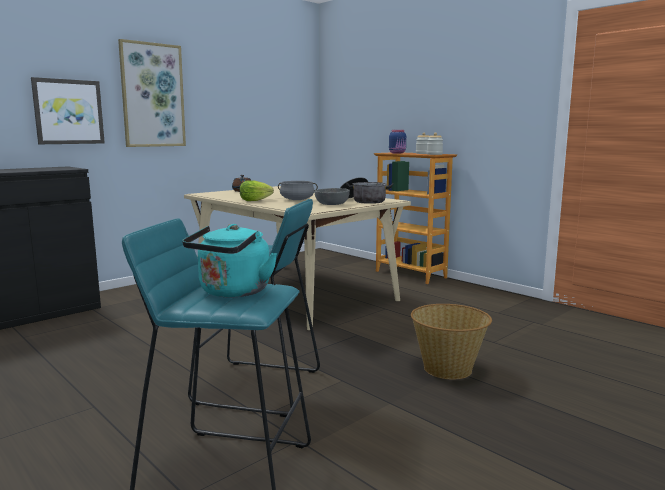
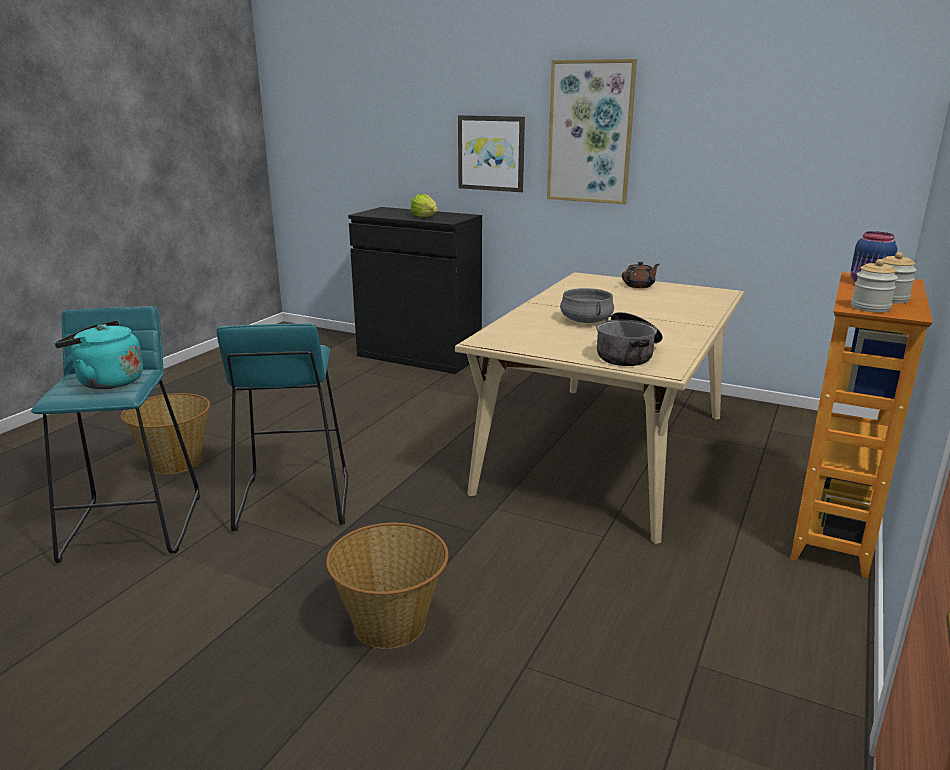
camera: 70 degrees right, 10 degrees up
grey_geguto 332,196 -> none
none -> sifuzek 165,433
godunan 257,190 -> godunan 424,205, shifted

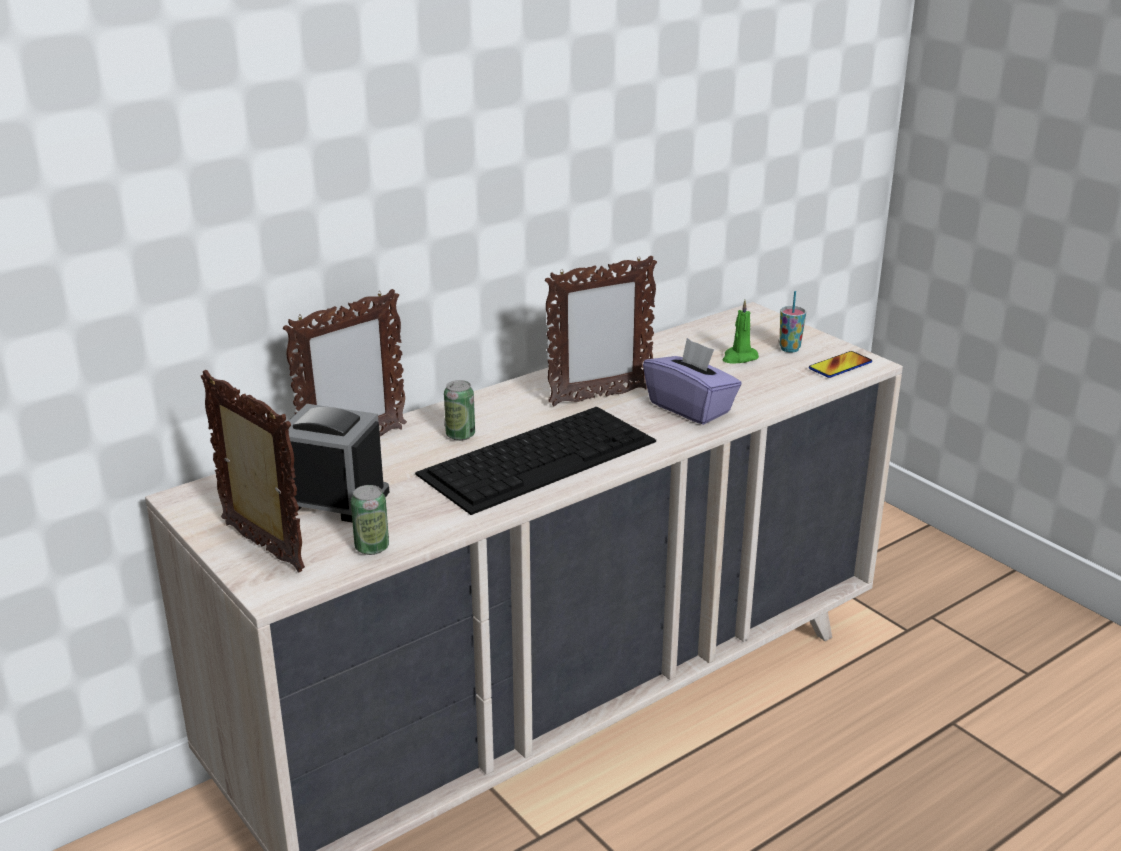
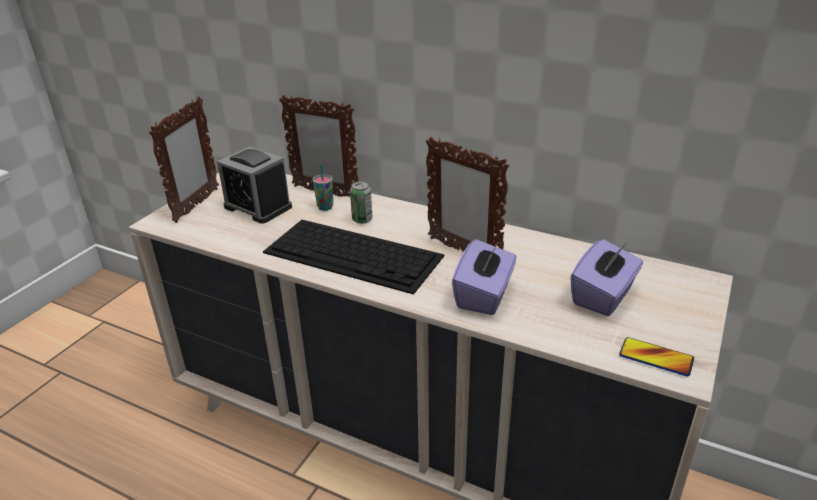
camera: 65 degrees right, 5 degrees up
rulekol 370,520 -> none
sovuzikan 793,322 -> sovuzikan 323,187, shifted
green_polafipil 741,332 -> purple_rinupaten 606,277
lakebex 337,463 -> lakebex 254,185, 135 degrees clockwise

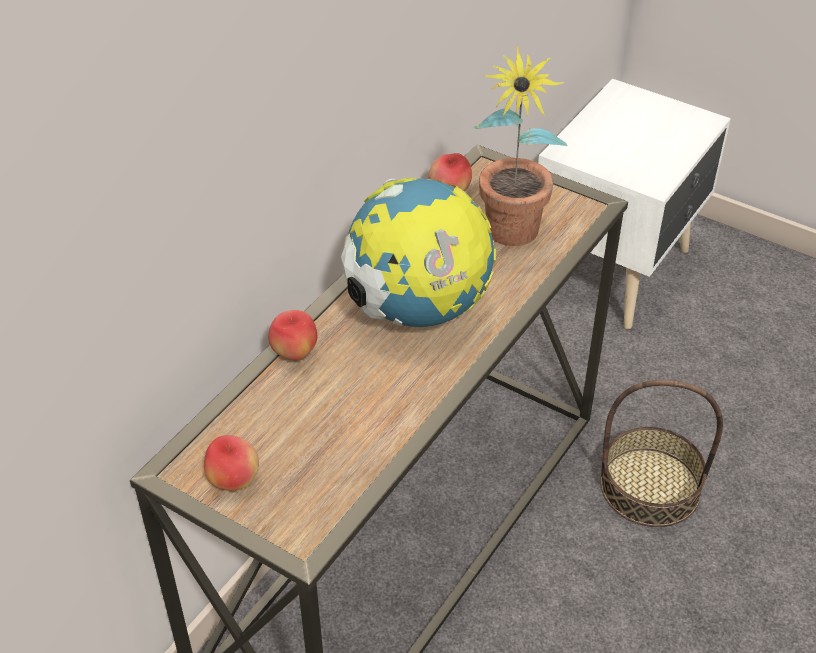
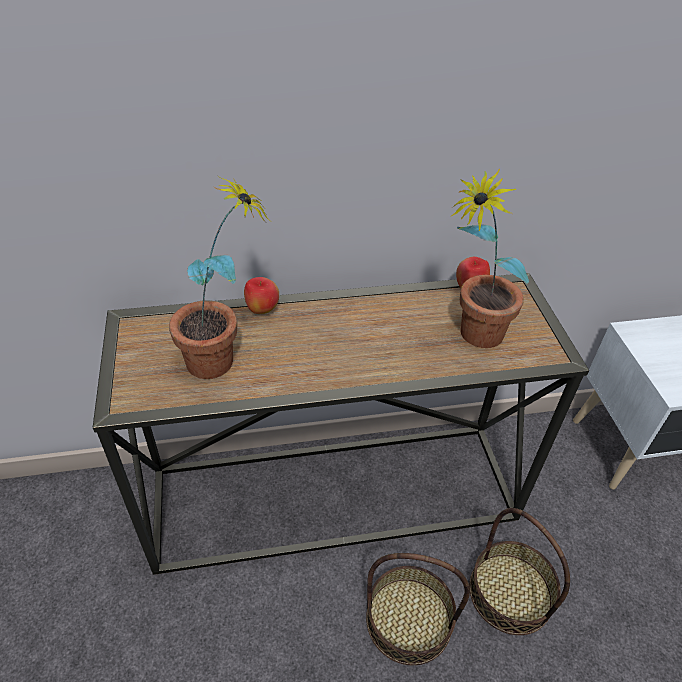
camera: 45 degrees right, 0 degrees up
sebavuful 231,463 -> none
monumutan 418,252 -> none
none -> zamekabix 219,277
none -> sifuzek 418,609

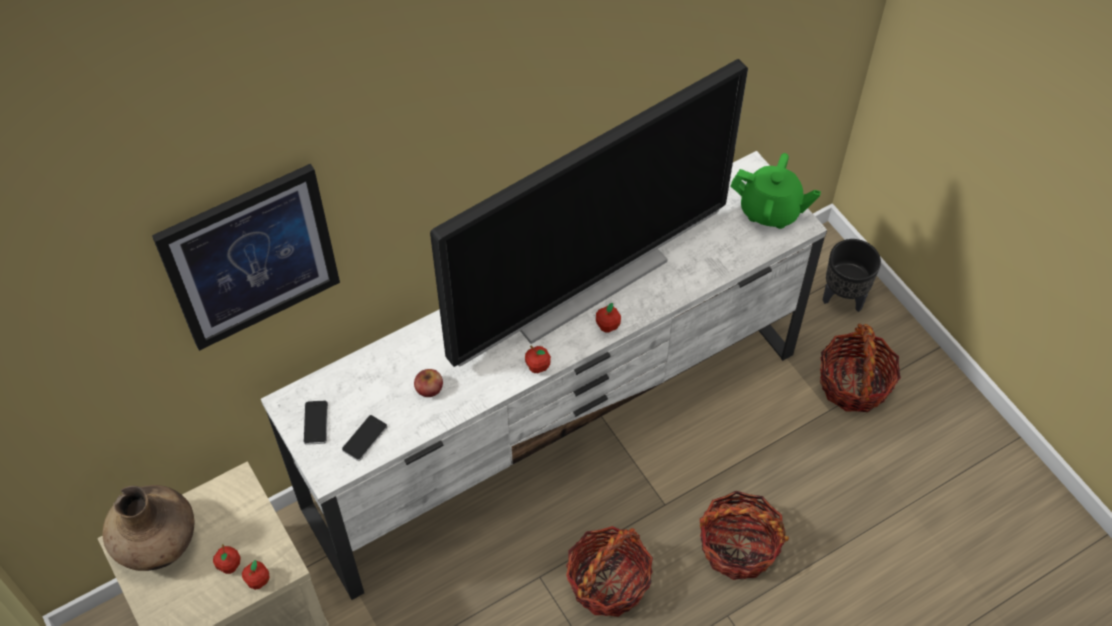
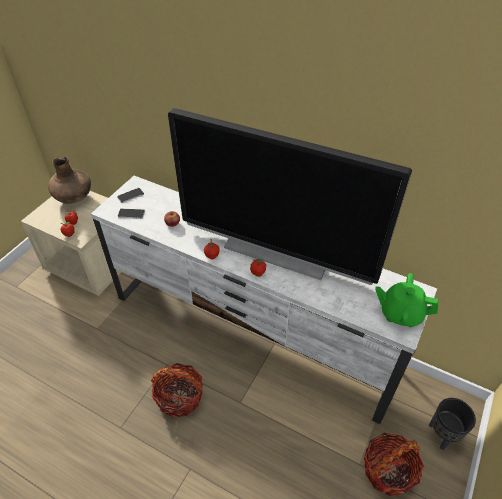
camera: 60 degrees right, 10 degrees down
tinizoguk 246,257 -> none
sifuzek 744,535 -> none
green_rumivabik 775,191 -> green_rumivabik 406,300, 120 degrees clockwise

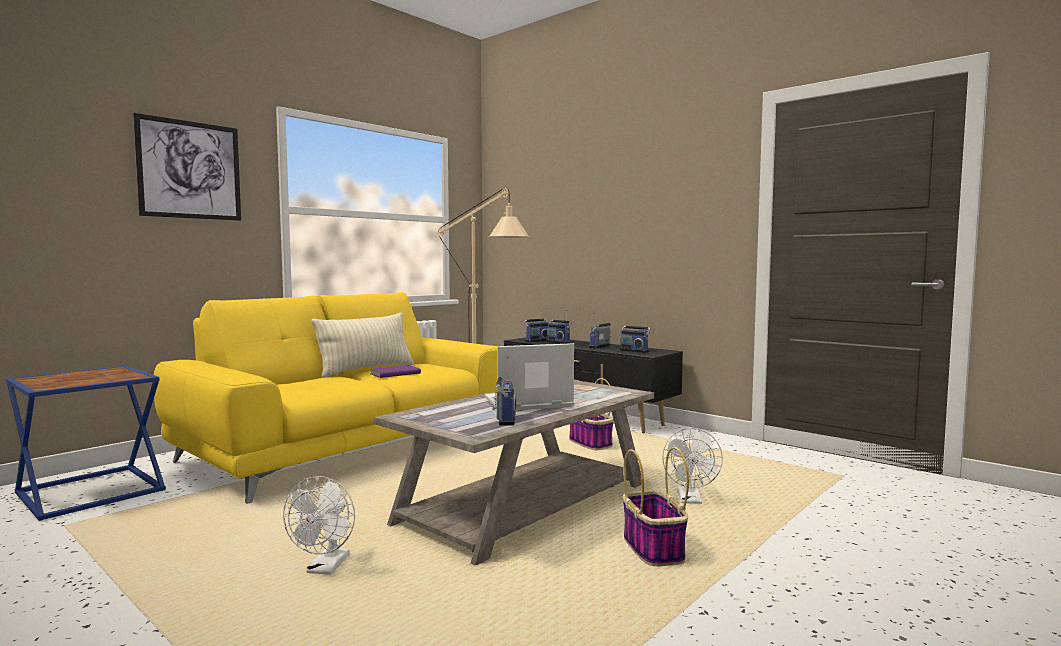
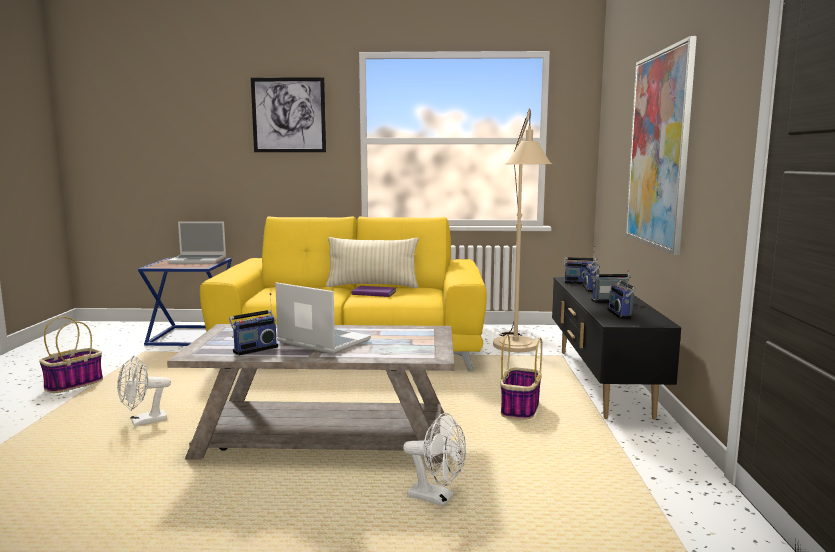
camera: 50 degrees right, 5 degrees up
none -> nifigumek 196,243
none -> tinizoguk 661,145
sifuzek 656,506 -> sifuzek 71,355, shifted
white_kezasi 692,466 -> white_kezasi 434,459, 120 degrees counterclockwise

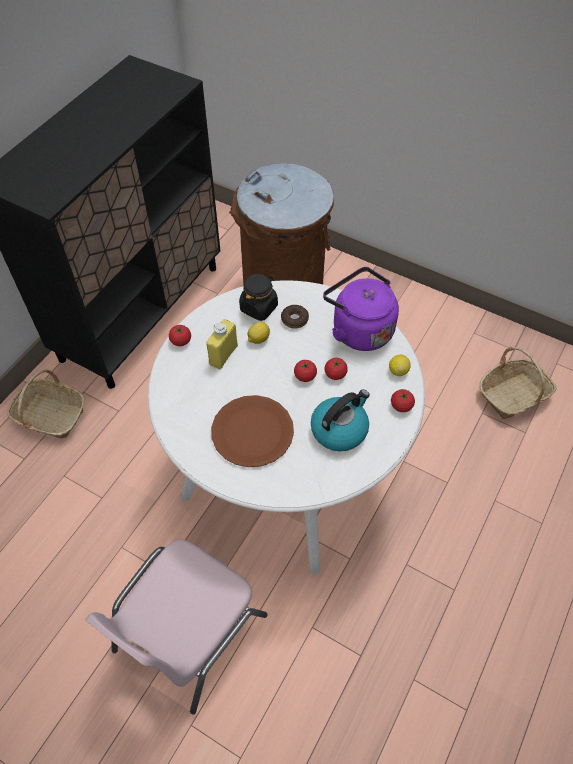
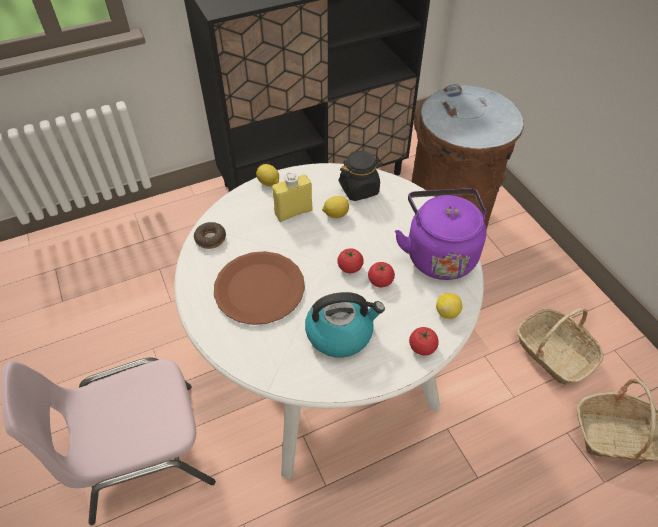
camera: 35 degrees right, 5 degrees down
sifuzek 46,404 -> sifuzek 560,346, shifted
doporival 295,317 -> doporival 210,235, shifted
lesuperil 180,335 -> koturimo 267,175

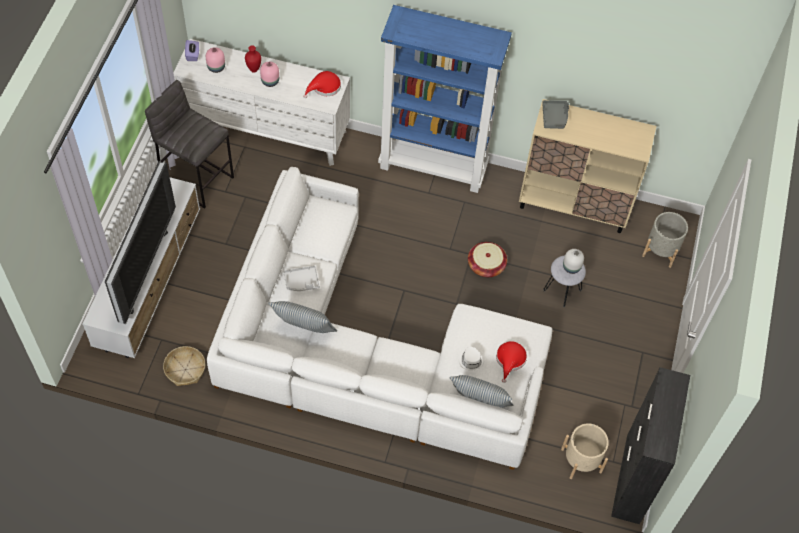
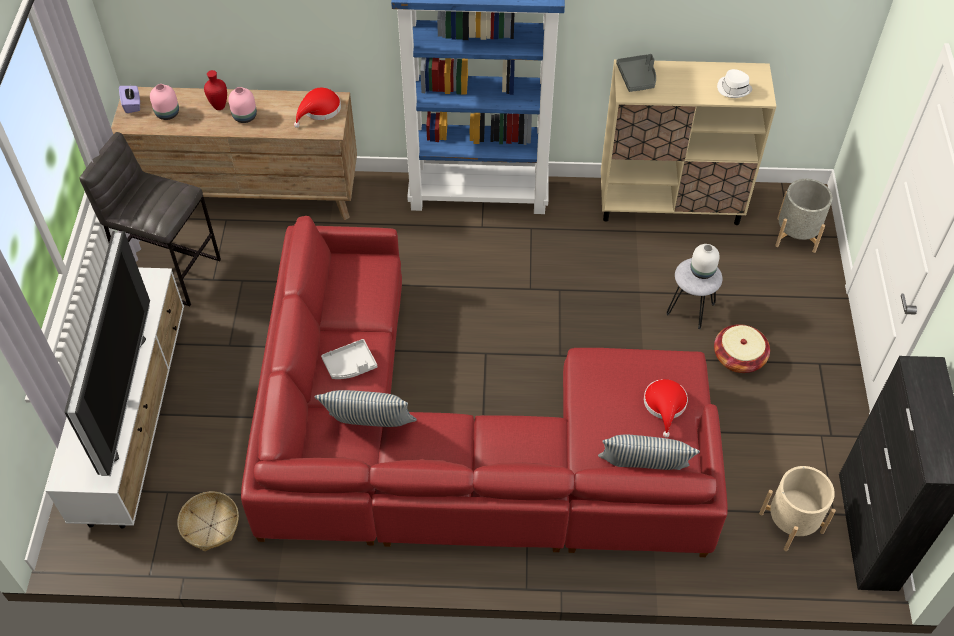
camera: 10 degrees left, 5 degrees down
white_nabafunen 471,358 -> white_nabafunen 734,83, shifted
sifuzek 487,259 -> sifuzek 742,348, shifted
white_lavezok 261,102 -> brown_lavezok 234,153
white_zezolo 380,318 -> red_zezolo 484,386

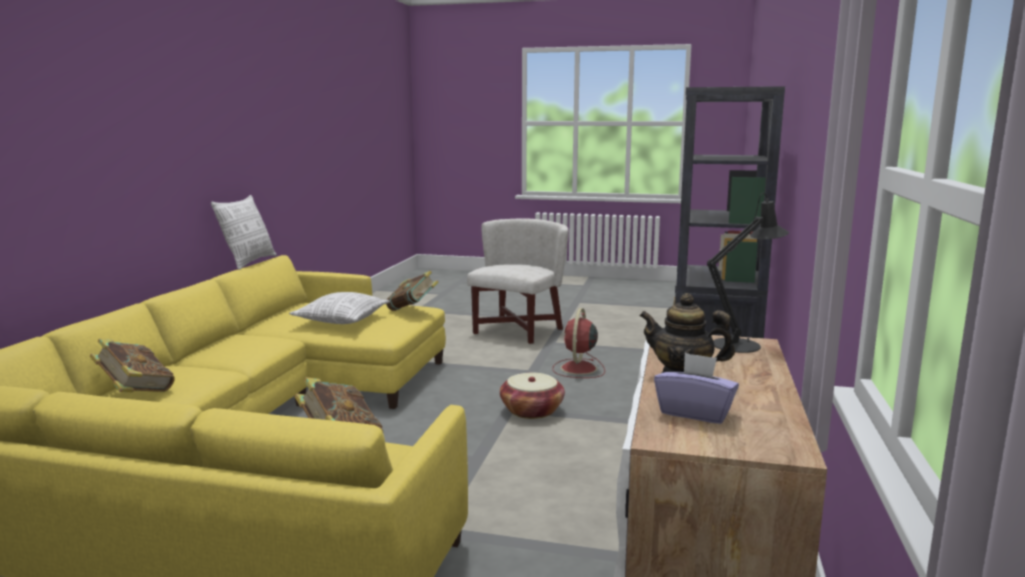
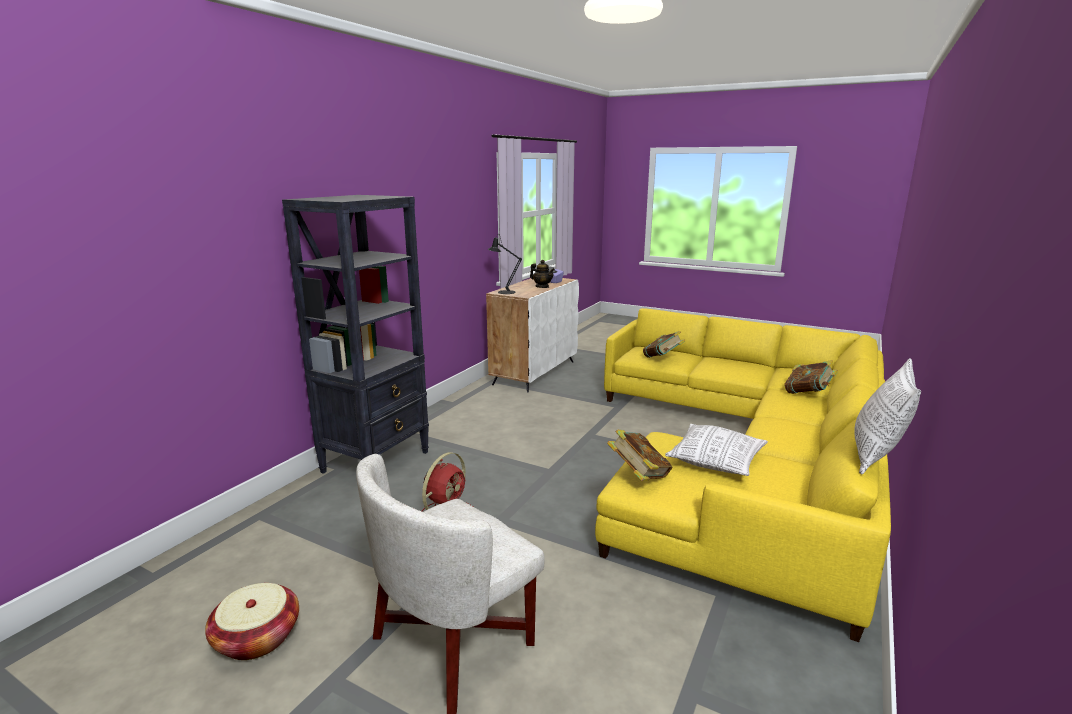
camera: 165 degrees left, 5 degrees up
sifuzek 532,396 -> sifuzek 252,621, shifted

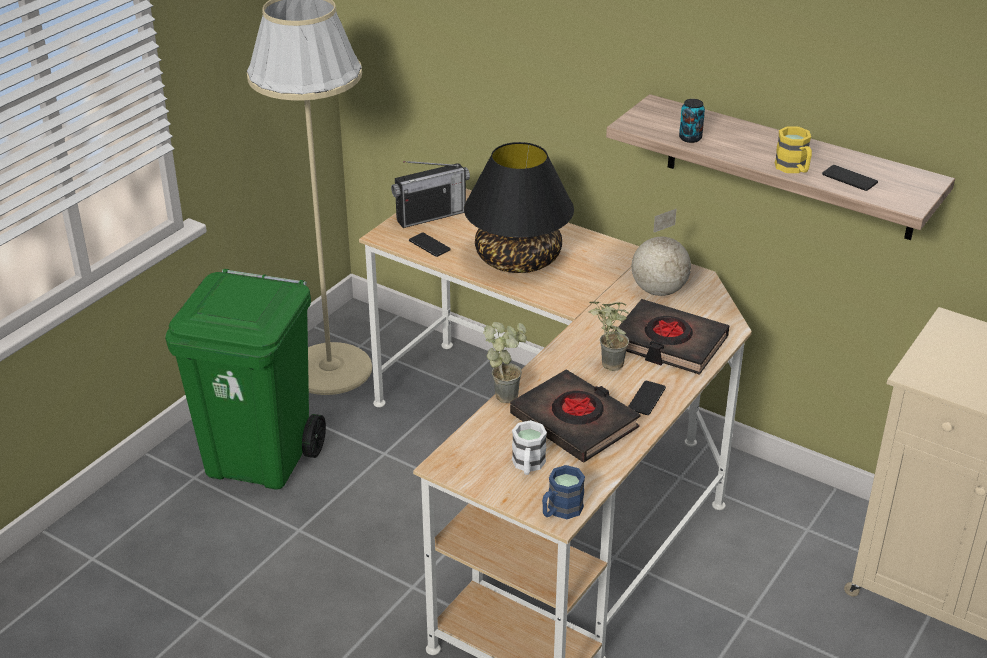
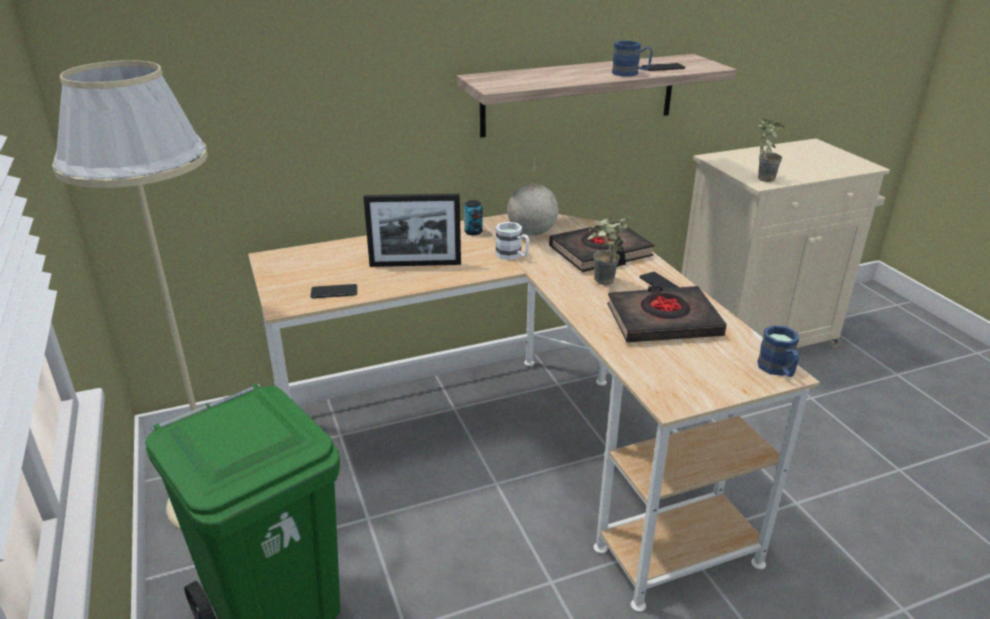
camera: 55 degrees left, 5 degrees down
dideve 430,194 -> none
zamekabix 505,362 -> zamekabix 772,150, shifted
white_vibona 529,447 -> white_vibona 512,241, shifted
rulekol 692,121 -> rulekol 473,217, shifted
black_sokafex 519,207 -> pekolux 412,230
yellow_vibona 793,149 -> blue_vibona 632,58

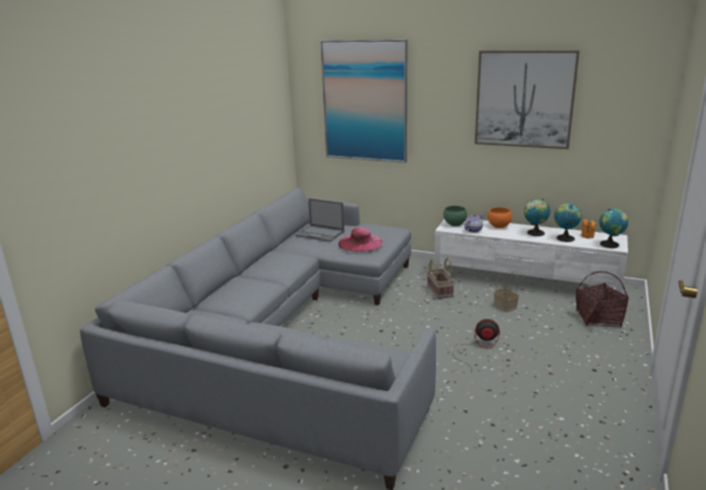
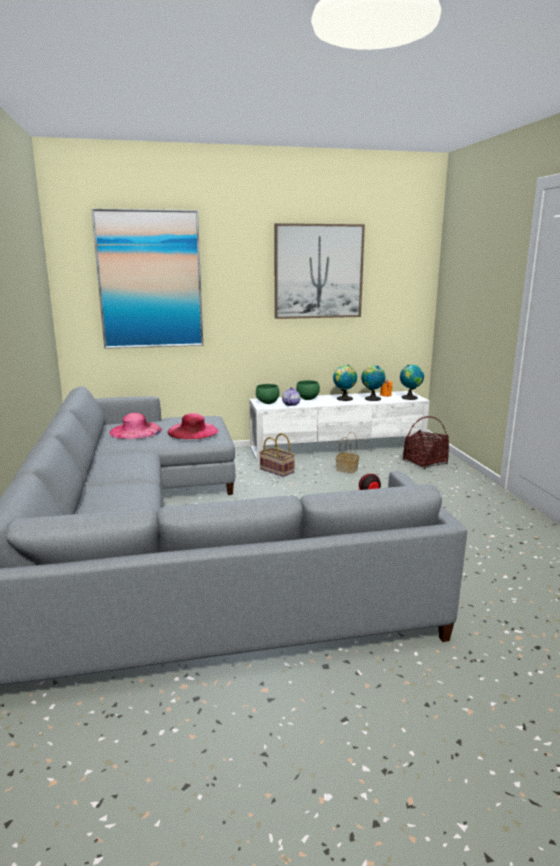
camera: 35 degrees left, 5 degrees down
nifigumek 320,220 -> pink_nabafunen 135,426
orange_geguto 500,217 -> green_geguto 308,390

